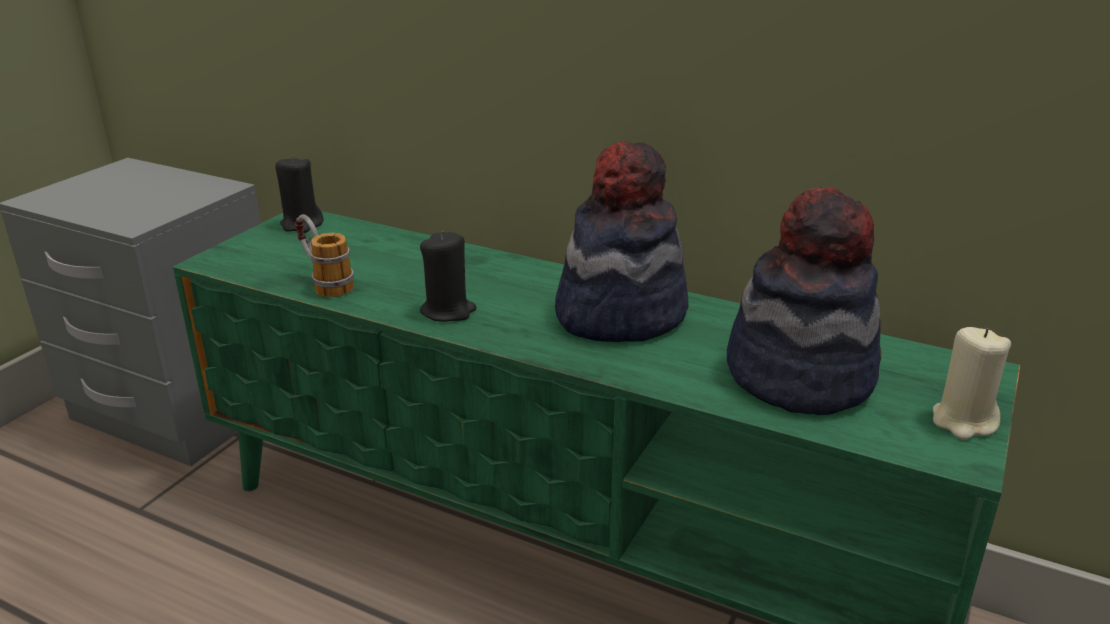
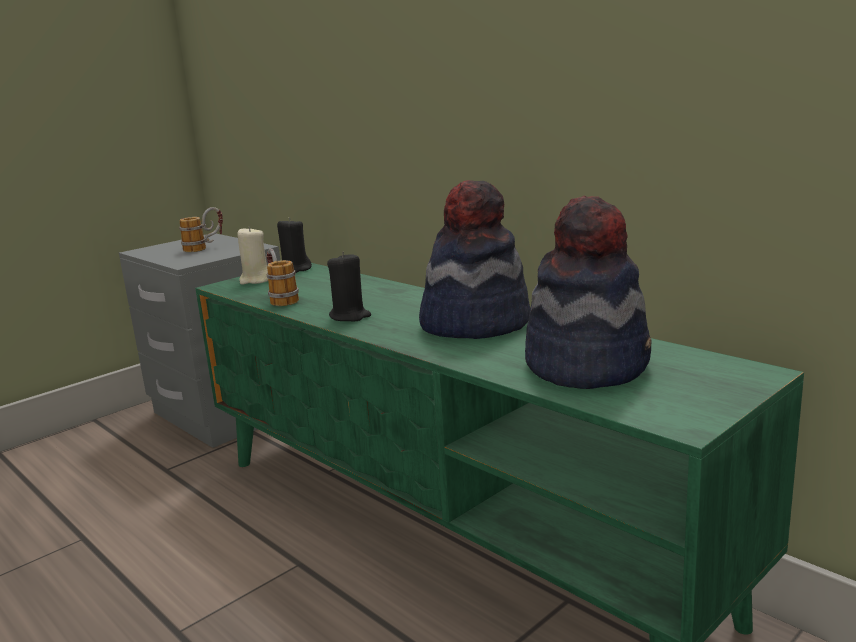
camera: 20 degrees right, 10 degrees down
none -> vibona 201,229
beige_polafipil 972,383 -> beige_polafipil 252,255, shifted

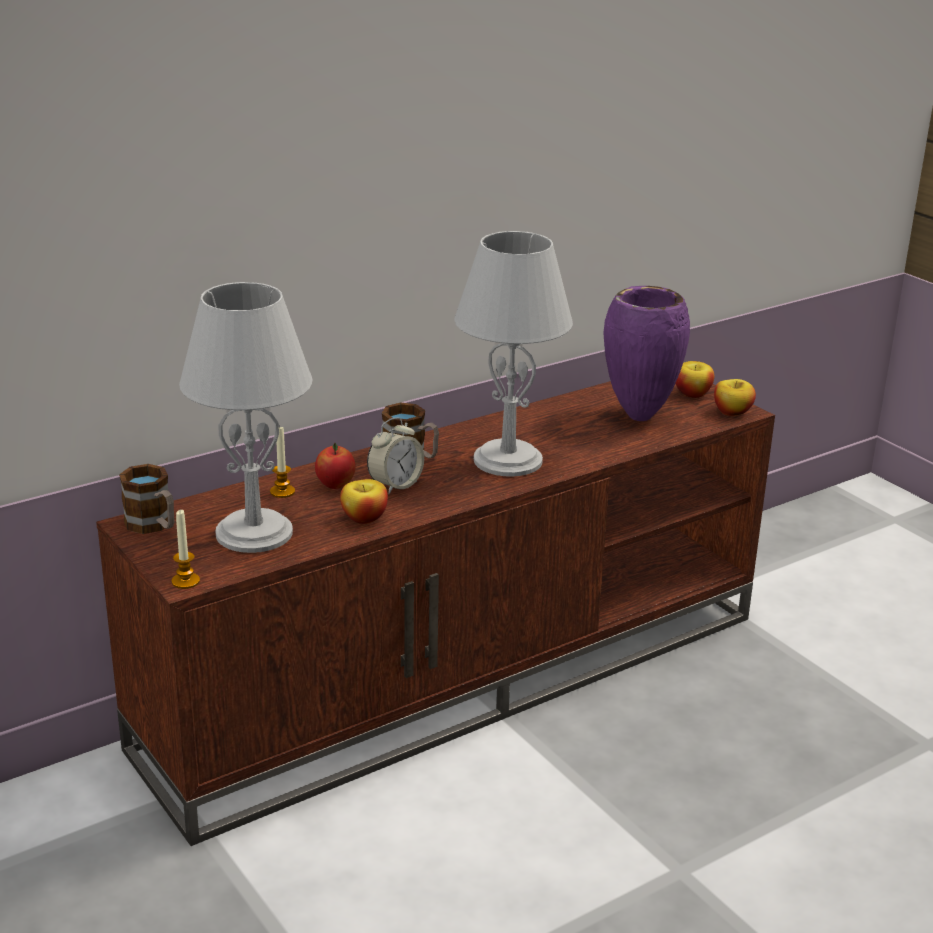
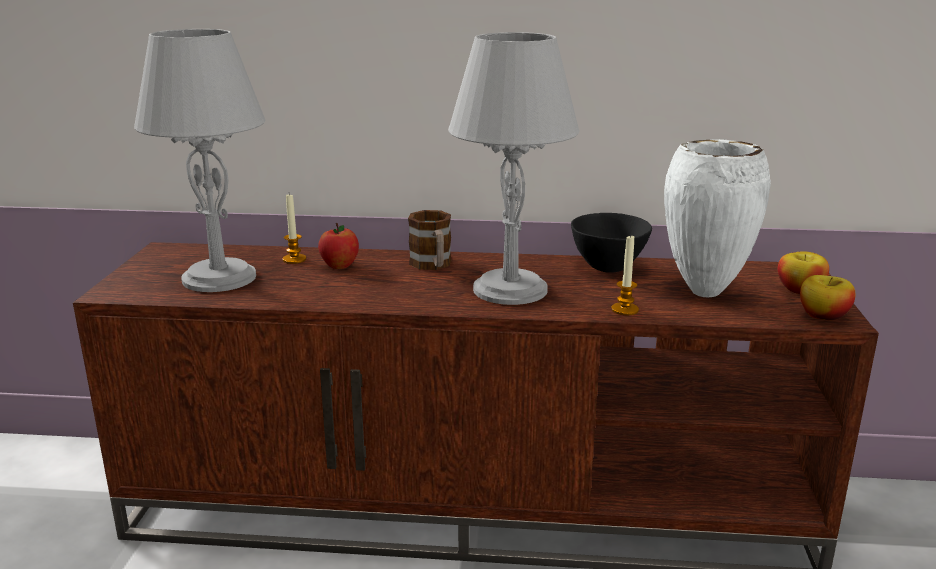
camera: 40 degrees right, 5 degrees down
vibona 146,499 -> none
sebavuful 364,501 -> none
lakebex 395,455 -> none
none -> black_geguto 611,243
polafipil 186,549 -> polafipil 625,274, shifted
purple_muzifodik 647,353 -> white_muzifodik 717,218

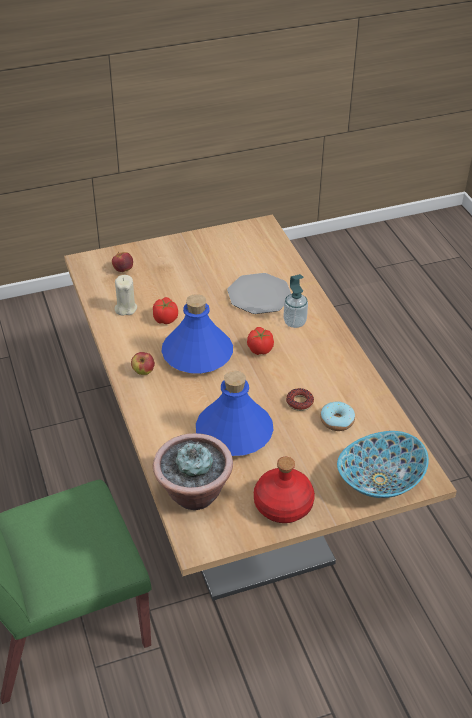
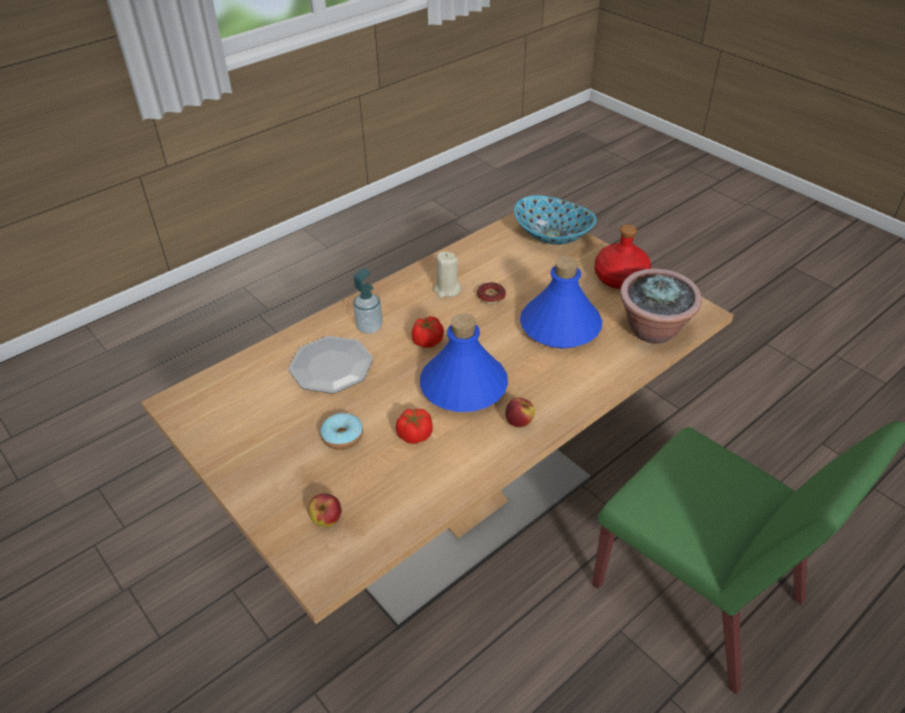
camera: 110 degrees left, 0 degrees up
beige_polafipil 126,295 -> beige_polafipil 447,274, shifted
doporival 337,416 -> doporival 341,431, shifted

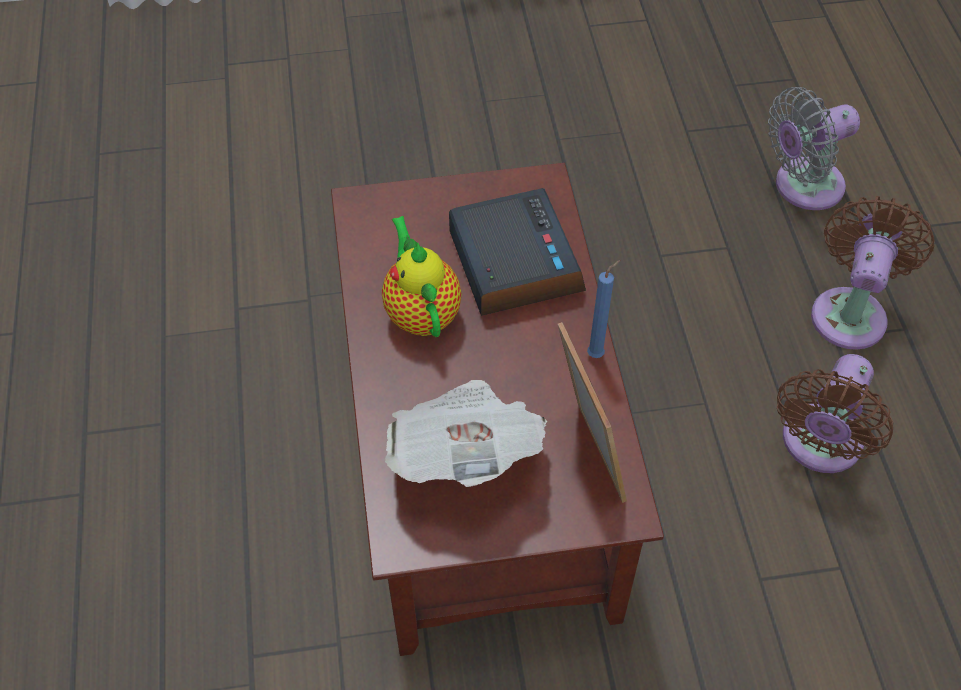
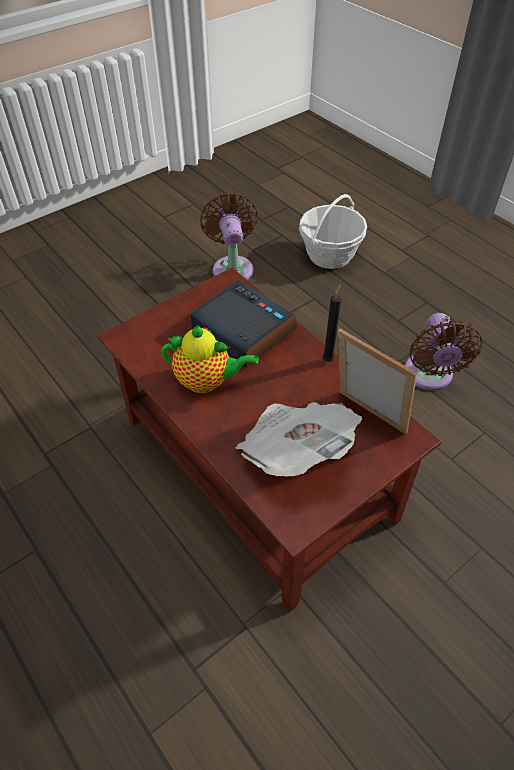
camera: 30 degrees left, 5 degrees down
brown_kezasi 873,273 -> brown_kezasi 229,236, shifted
grey_kezasi 814,148 -> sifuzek 333,231
blue_polafipil 603,309 -> black_polafipil 332,323
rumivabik 422,276 -> rumivabik 210,359, 150 degrees clockwise

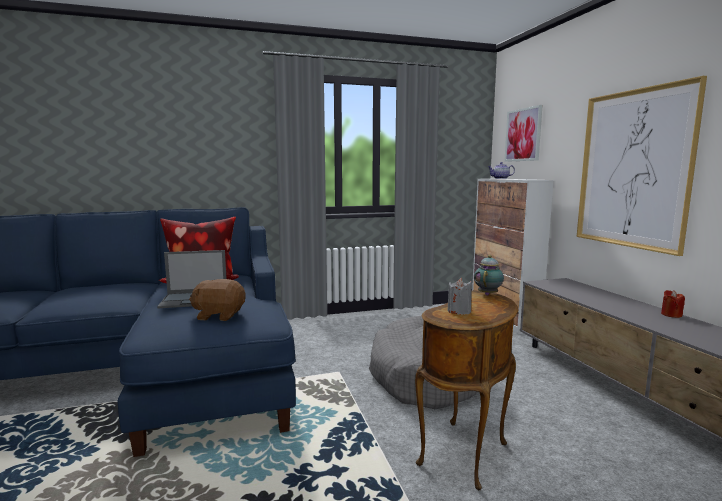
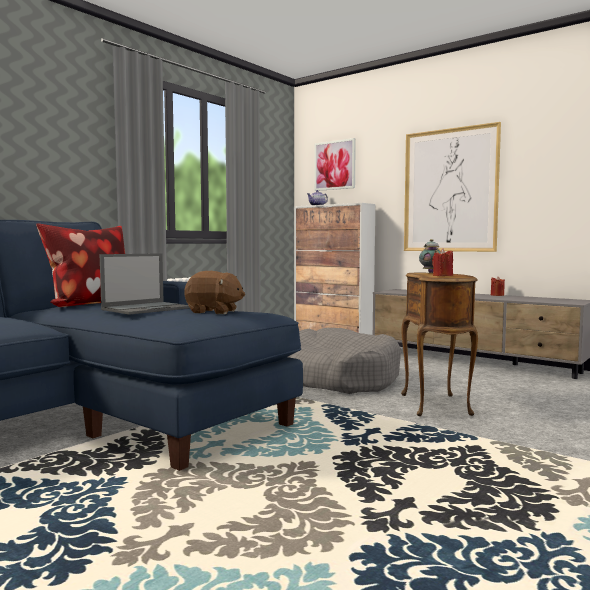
camera: 35 degrees left, 5 degrees down
grey_polafipil 460,296 -> red_polafipil 442,262
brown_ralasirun 217,300 -> brown_ralasirun 214,292, 135 degrees counterclockwise

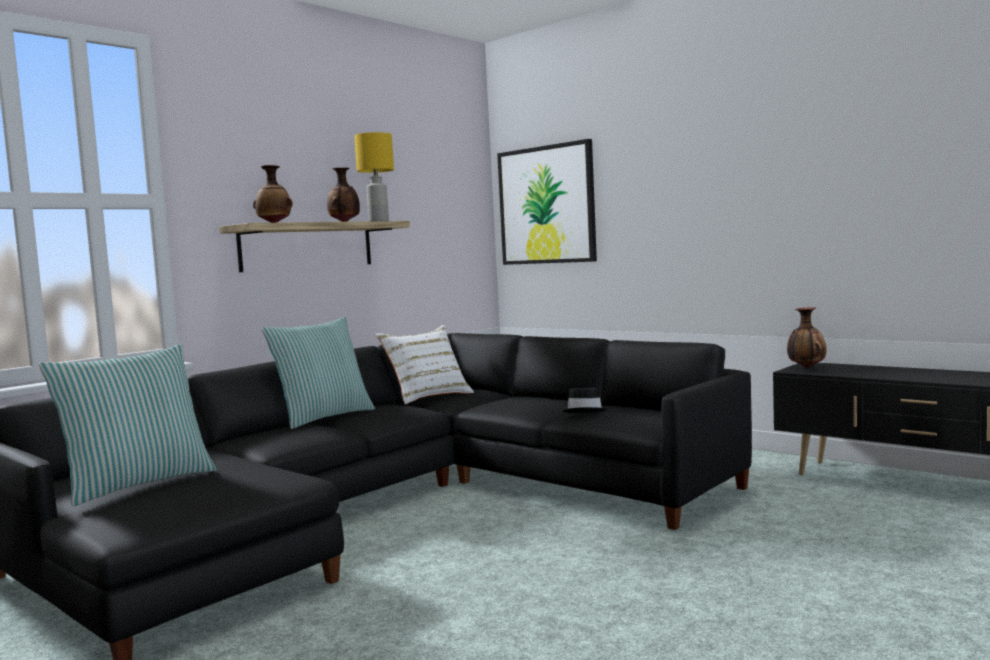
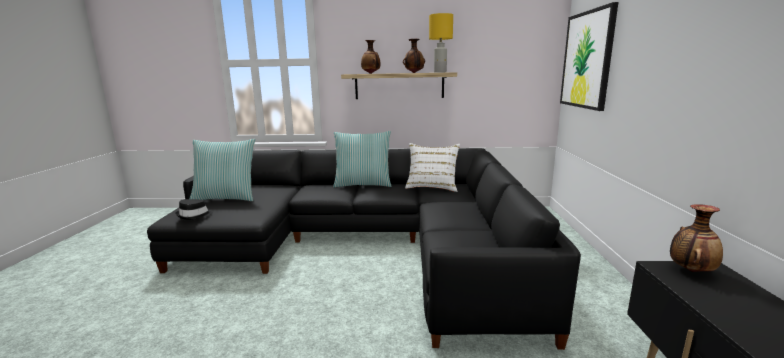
camera: 50 degrees right, 10 degrees up
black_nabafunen 585,400 -> black_nabafunen 194,209, shifted

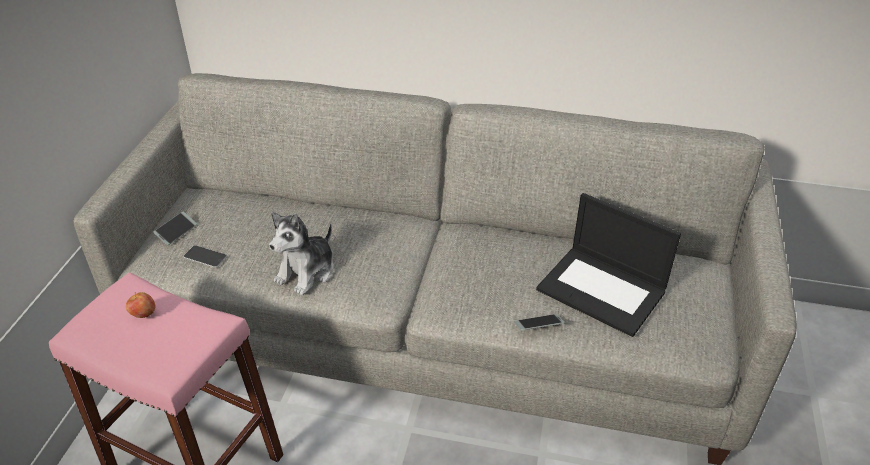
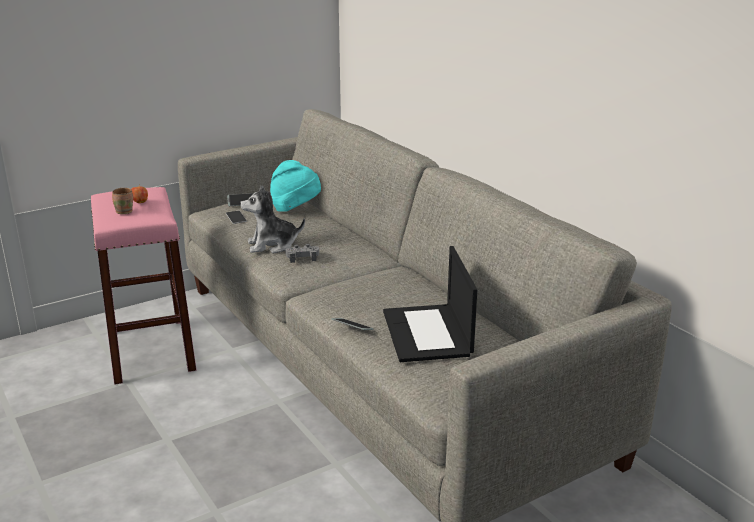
camera: 45 degrees right, 15 degrees down
none -> brown_vibona 122,201
none -> turquoise_nabafunen 295,186
none -> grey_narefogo 302,253

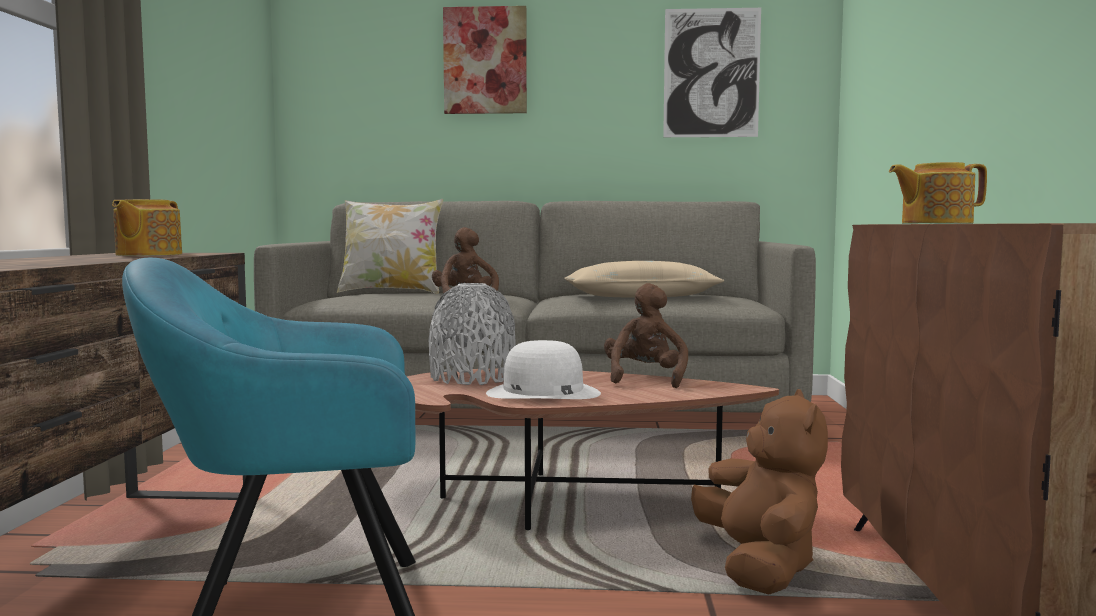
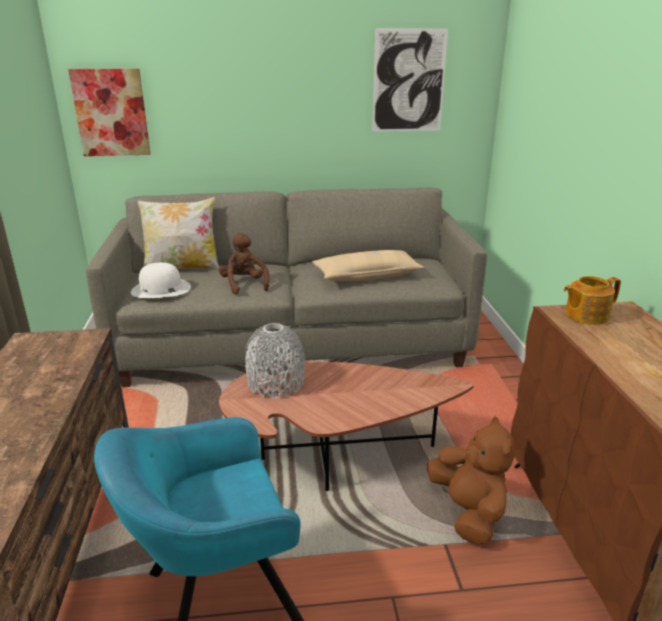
camera: 10 degrees left, 20 degrees up
rumivabik 147,227 -> none
brown_ralasirun 646,335 -> none
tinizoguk 485,60 -> tinizoguk 109,112, shifted
white_nabafunen 543,369 -> white_nabafunen 161,280, shifted

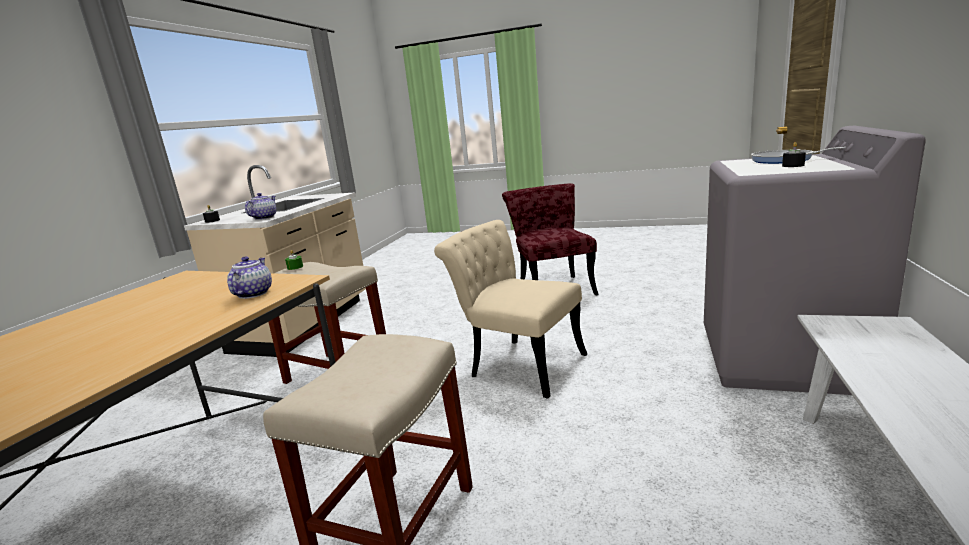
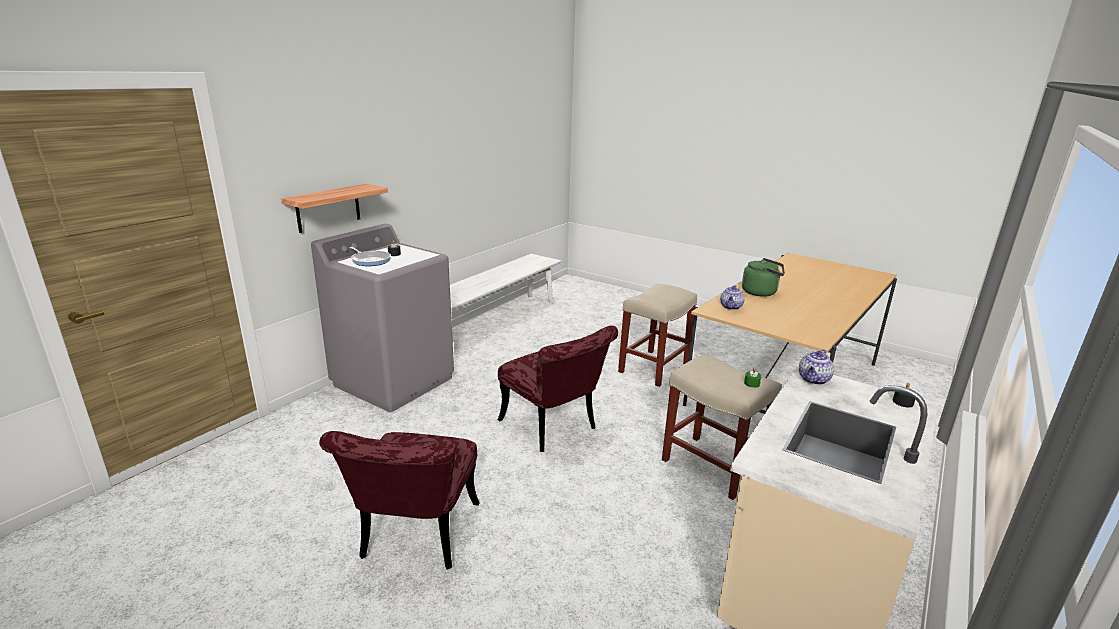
camera: 165 degrees left, 5 degrees up
none -> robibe 334,208
none -> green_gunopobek 763,277
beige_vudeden 510,309 -> red_vudeden 558,388

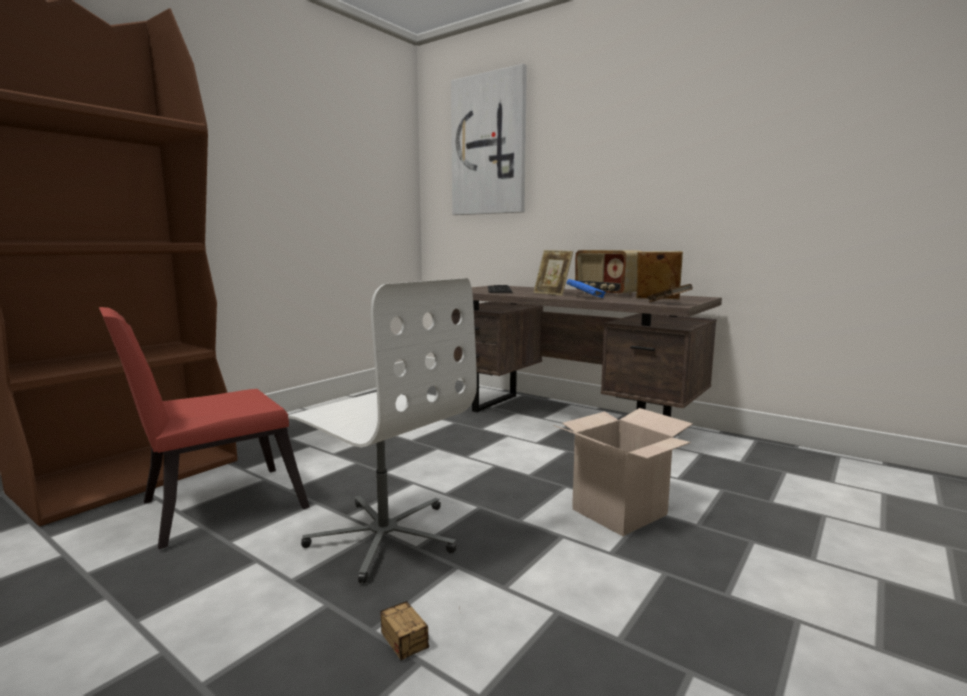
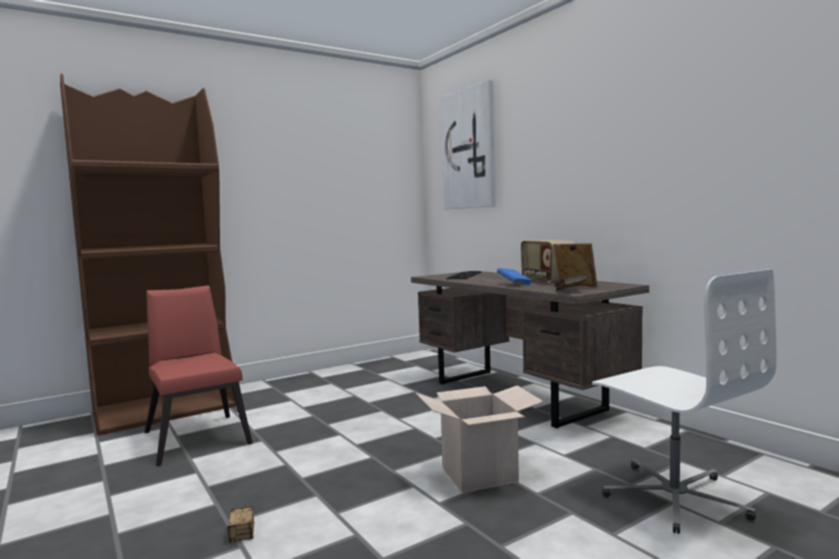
camera: 20 degrees right, 5 degrees down
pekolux 553,273 -> none
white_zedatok 382,430 -> white_zedatok 684,401, shifted
red_vudeden 204,428 -> red_vudeden 199,375, 75 degrees clockwise

